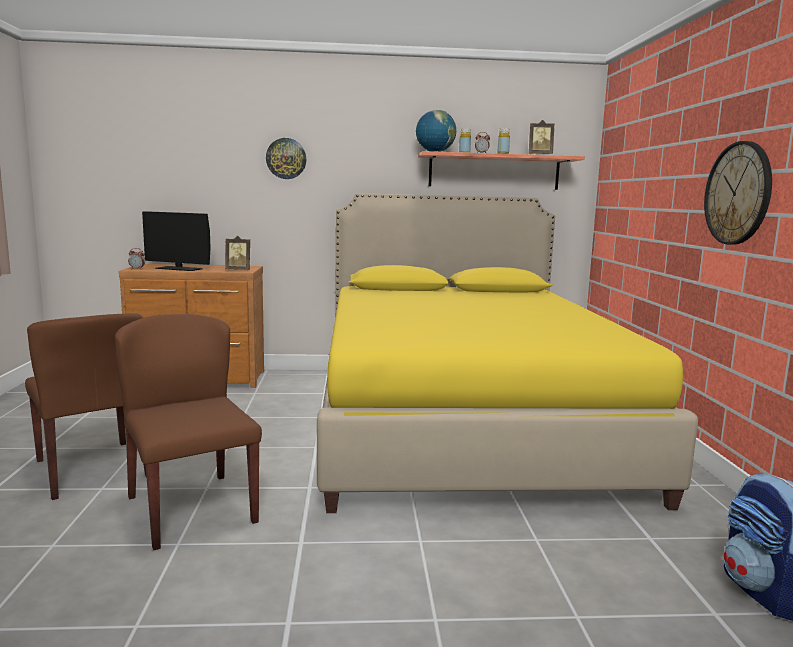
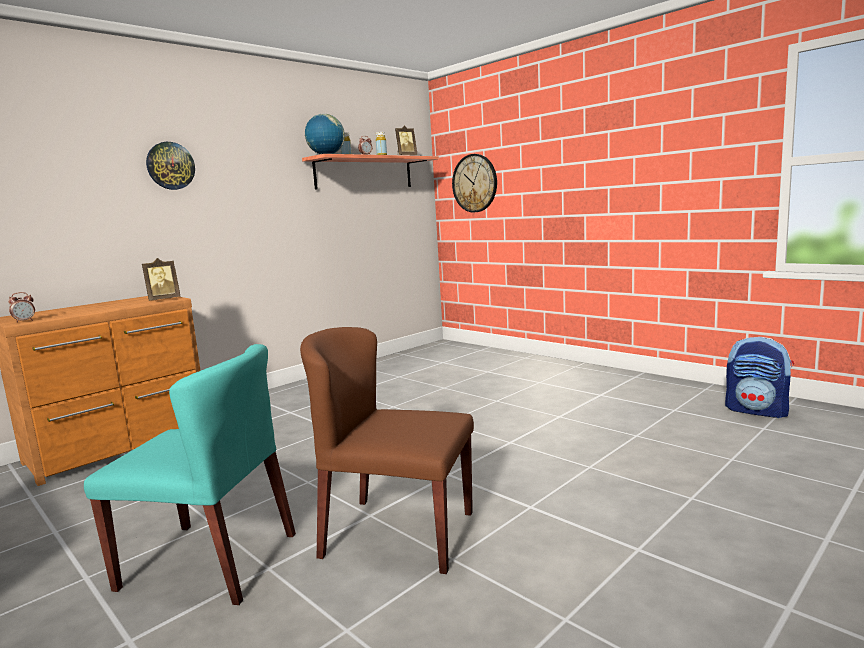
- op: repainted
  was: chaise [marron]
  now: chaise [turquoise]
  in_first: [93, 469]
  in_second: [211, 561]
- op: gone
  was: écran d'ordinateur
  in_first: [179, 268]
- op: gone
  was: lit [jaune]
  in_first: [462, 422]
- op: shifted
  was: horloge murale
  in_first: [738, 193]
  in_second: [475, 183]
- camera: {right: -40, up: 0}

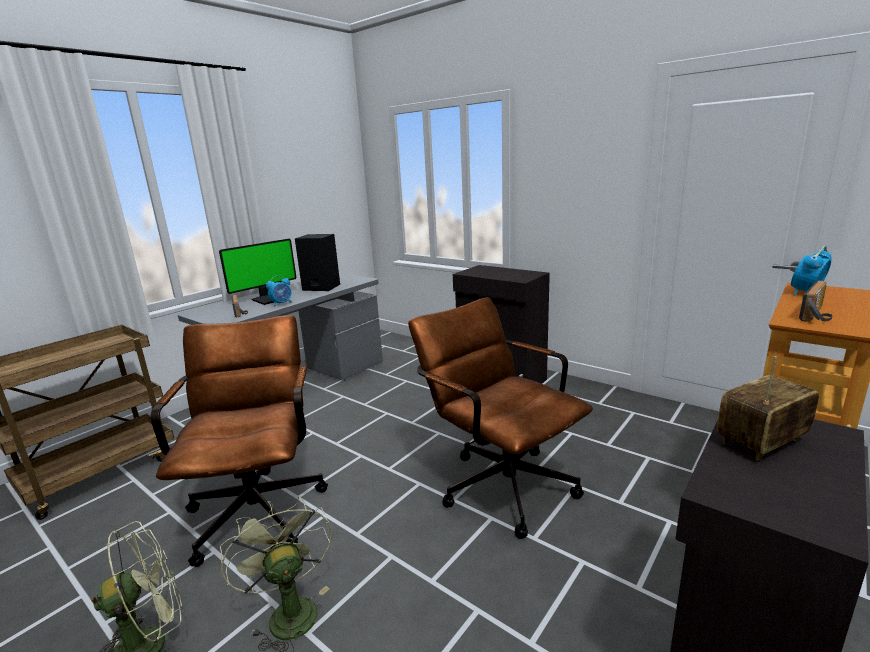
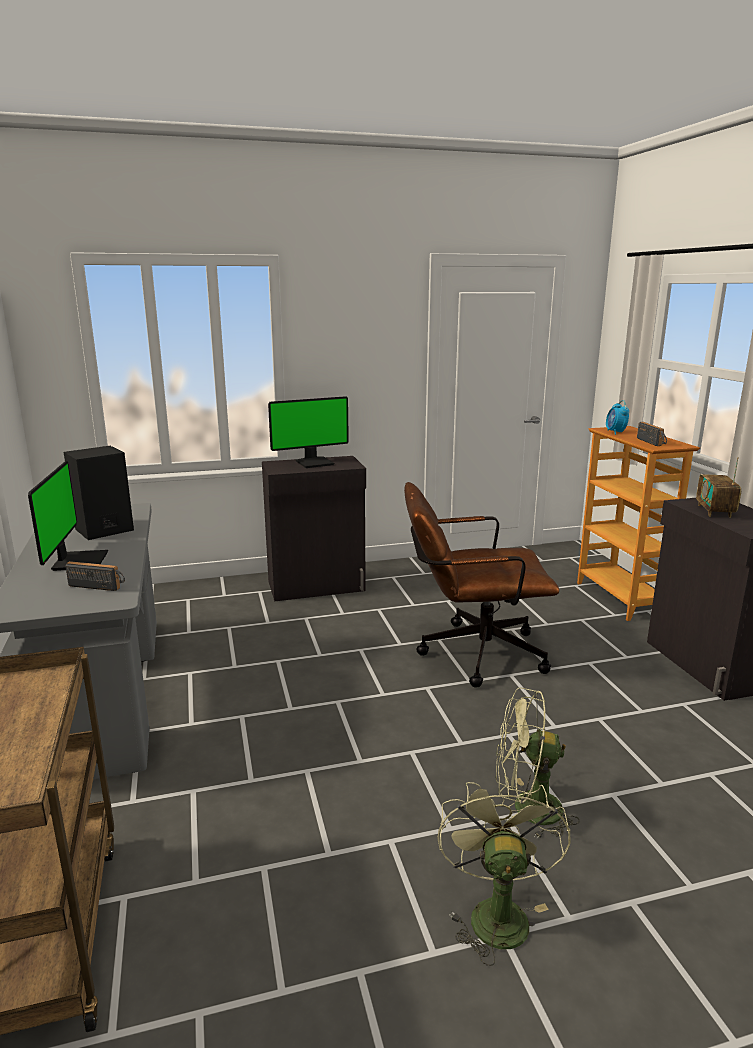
- op: gone
  was: chaise de bureau [marron]
  in_first: [259, 505]
- op: gone
  was: réveil
  in_first: [282, 304]
- op: new
  now: écran d'ordinateur
  in_second: [314, 462]
- camera: {right: -55, up: 0}

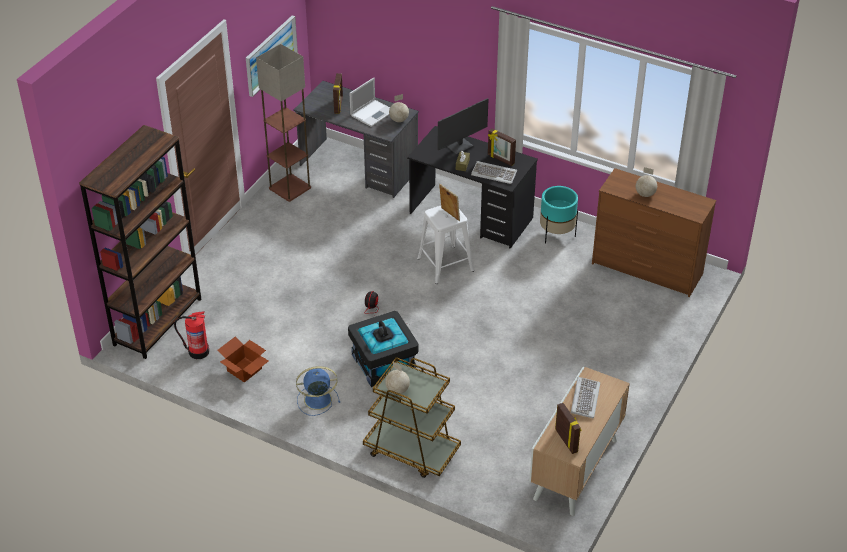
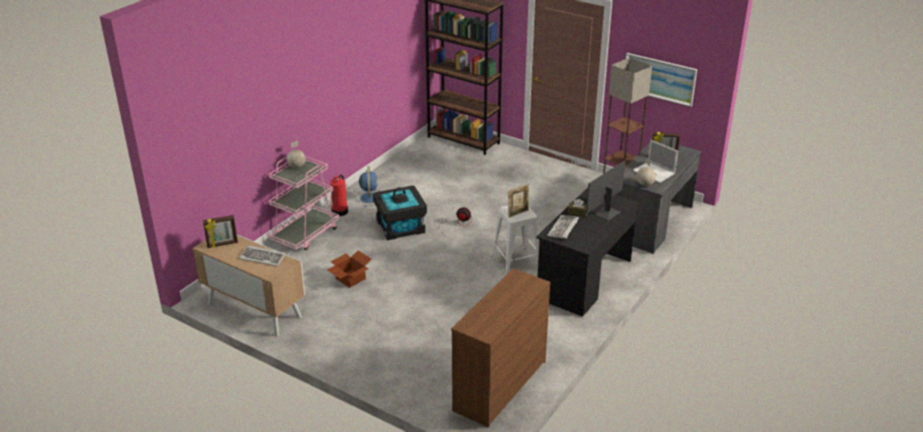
- op: shifted
  was: extincteur
  in_first: [198, 351]
  in_second: [340, 211]
- op: shifted
  was: carton
  in_first: [244, 370]
  in_second: [349, 279]
- op: repainted
  was: chariot [marron]
  now: chariot [rose]
  in_first: [411, 451]
  in_second: [305, 234]
- op: rotated
  was: écran d'ordinateur
  in_first: [460, 146]
  in_second: [606, 213]
  clockwise: 75
- op: gone
  was: cadre photo
  in_first: [500, 159]
- op: gone
  was: cache-pot [turquoise]
  in_first: [556, 234]
- op: gone
  was: globe
  in_first: [645, 194]
- camera: {right: 95, up: -10}

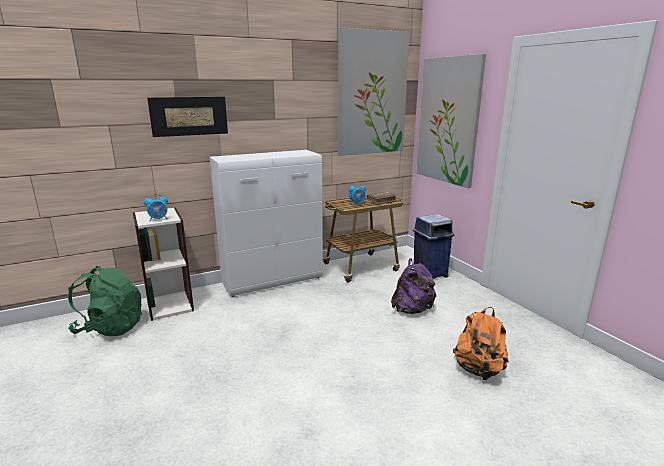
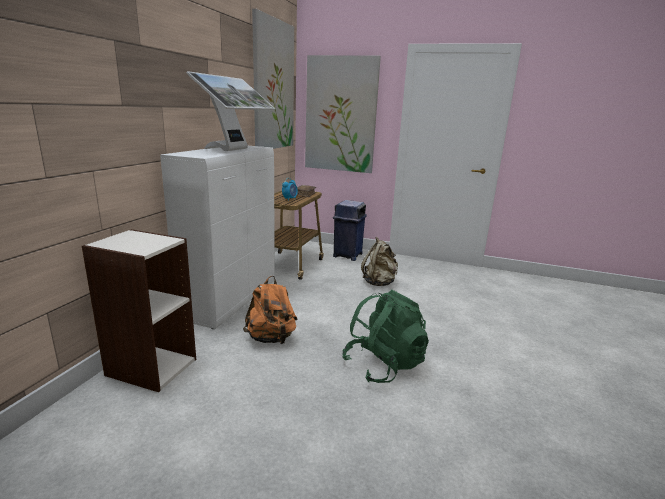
- op: shifted
  was: sac à dos [vert]
  in_first: [110, 328]
  in_second: [383, 365]
- op: gone
  was: réveil
  in_first: [158, 219]
- op: gone
  was: tableau
  in_first: [189, 116]
- op: repainted
  was: sac à dos [violet]
  now: sac à dos [beige]
  in_first: [412, 310]
  in_second: [379, 283]
- op: shifted
  was: sac à dos [orange]
  in_first: [478, 370]
  in_second: [271, 338]
- op: new
  now: écran d'ordinateur
  in_second: [235, 150]
- camera: {right: -45, up: 0}

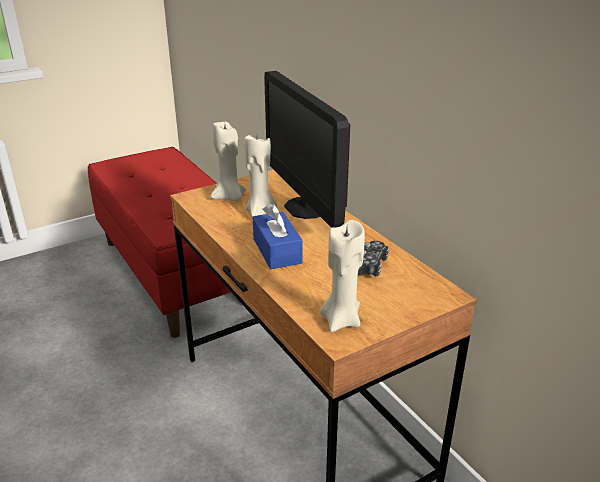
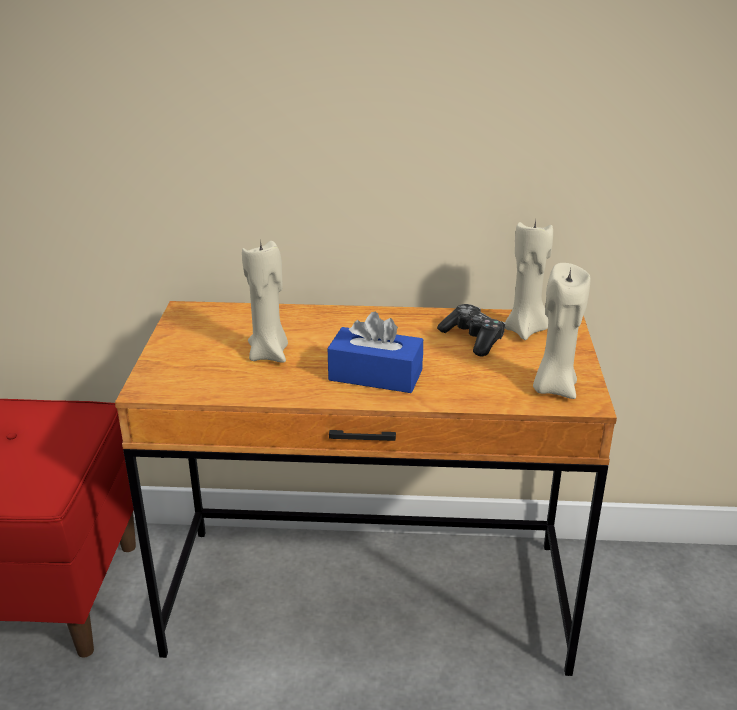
- op: shifted
  was: bougie [beige]
  in_first: [230, 197]
  in_second: [526, 330]
- op: gone
  was: écran d'ordinateur
  in_first: [306, 208]
- camera: {right: -55, up: 0}

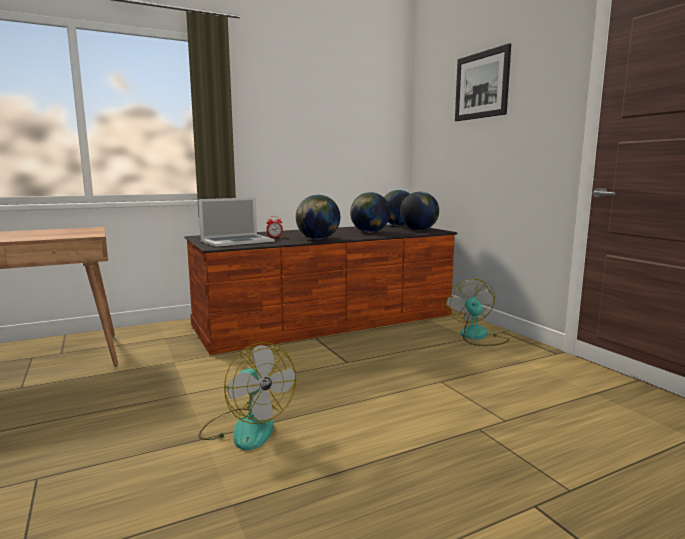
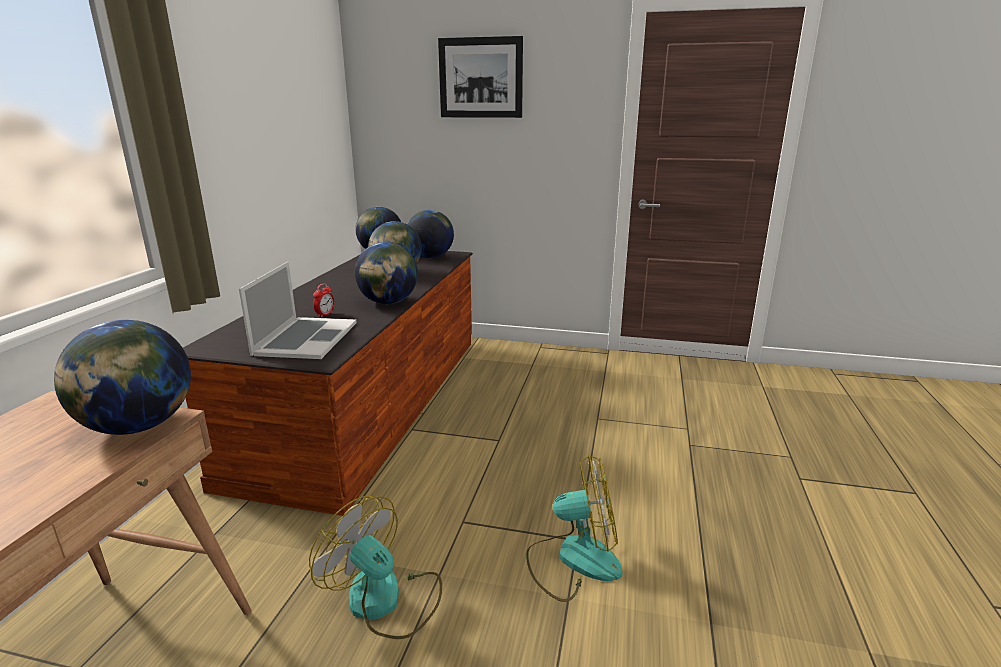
- op: shifted
  was: ventilateur
  in_first: [477, 337]
  in_second: [385, 601]
- op: new
  now: globe
  in_second: [138, 426]
- camera: {right: -50, up: 10}

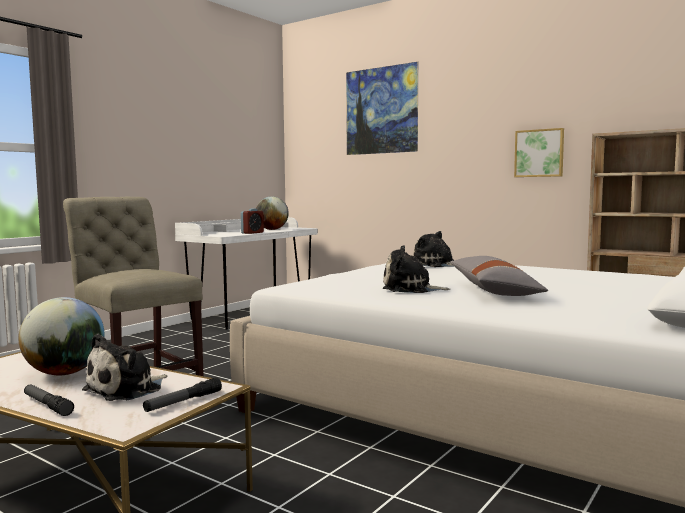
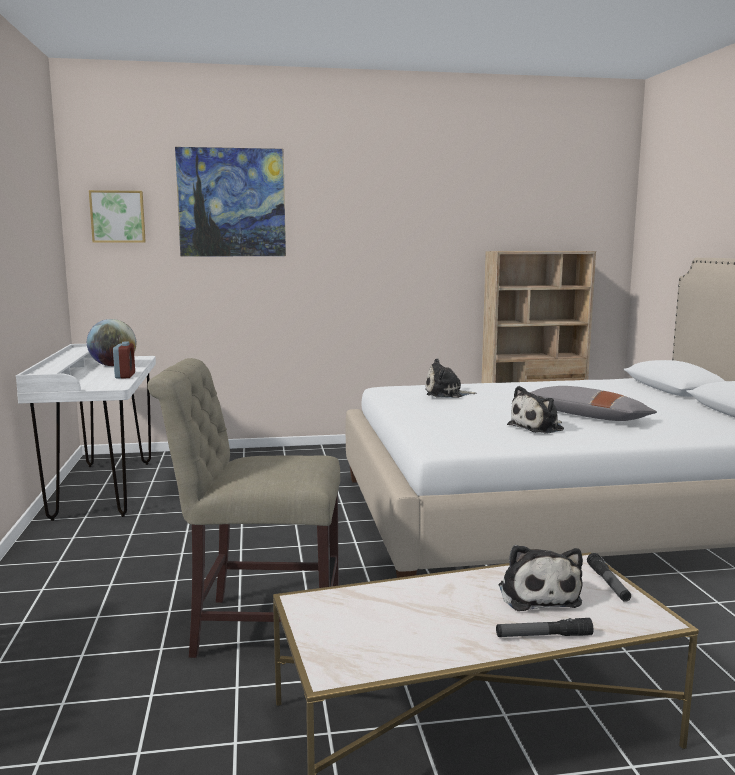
- op: gone
  was: globe
  in_first: [65, 373]
- op: shifted
  was: tableau
  in_first: [539, 153]
  in_second: [118, 216]
- camera: {right: -45, up: 5}

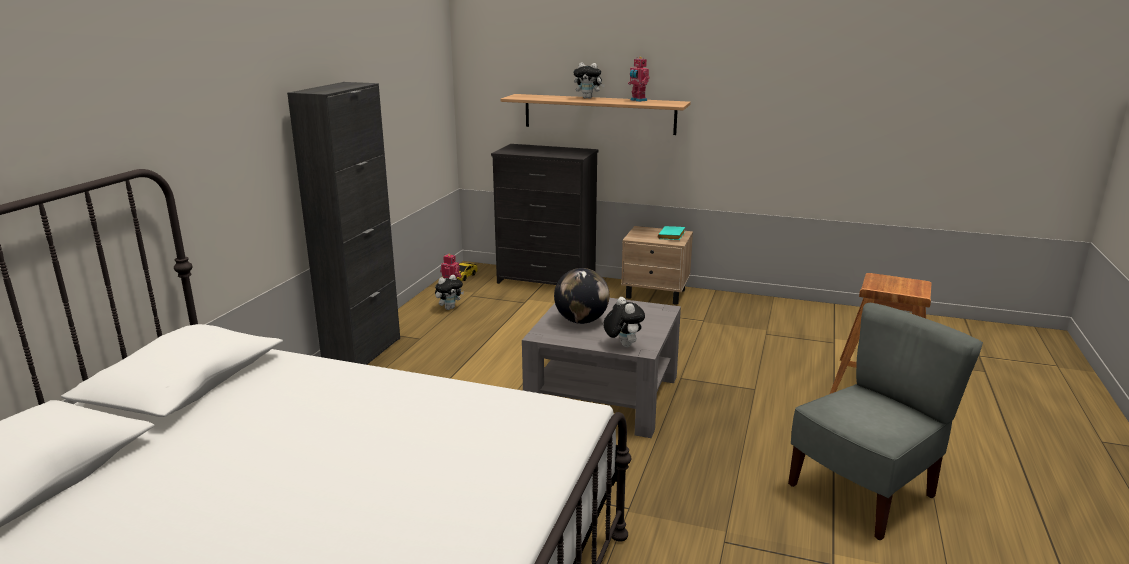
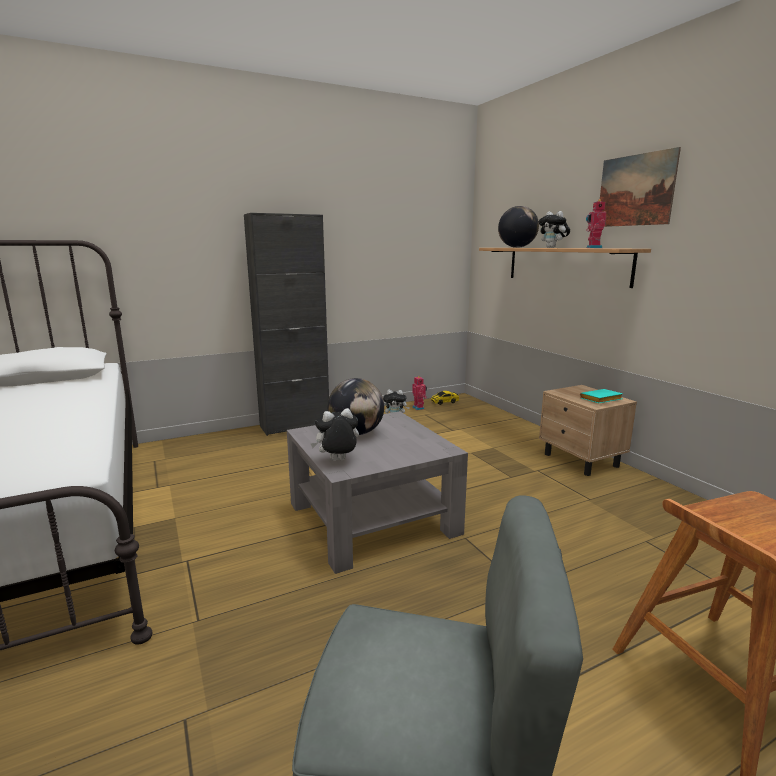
- op: gone
  was: commode [noir]
  in_first: [547, 280]
- op: rotated
  was: peluche
  in_first: [622, 345]
  in_second: [337, 461]
  clockwise: -135
- op: new
  now: globe
  in_second: [516, 247]
- op: new
  now: tableau
  in_second: [635, 190]
- camera: {right: 45, up: -5}

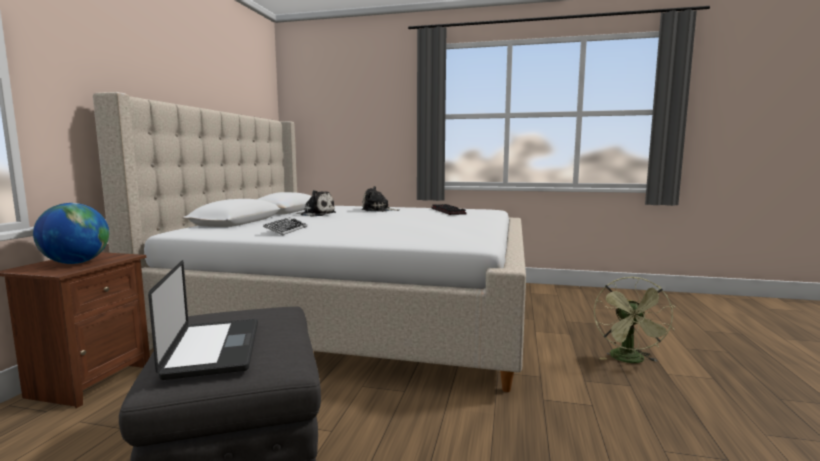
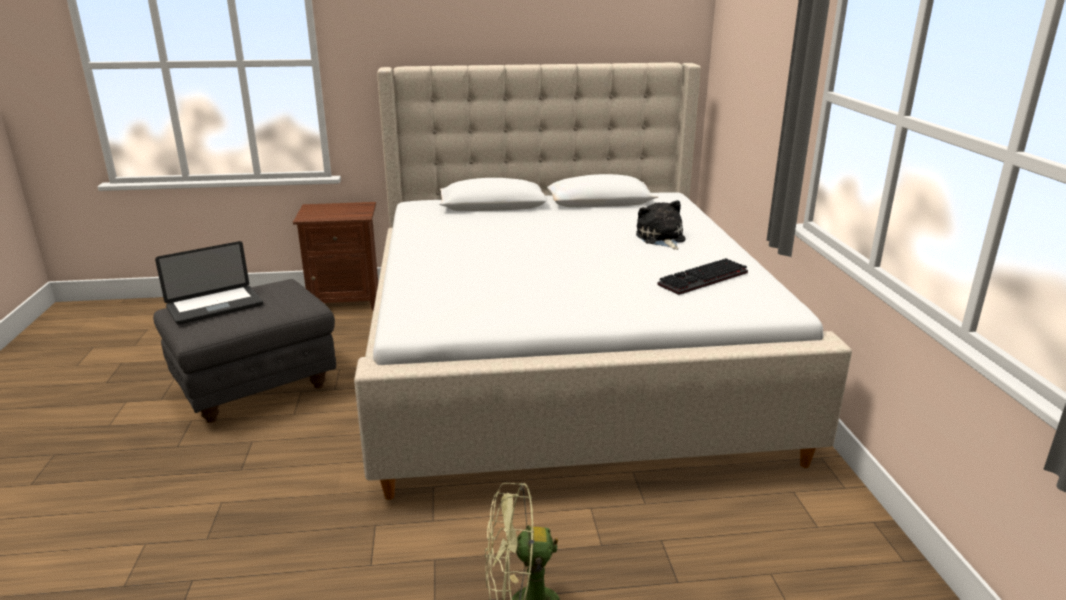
- op: gone
  was: globe
  in_first: [76, 263]
- op: gone
  was: clavier
  in_first: [286, 230]
- op: gone
  was: peluche
  in_first: [316, 214]
- camera: {right: 70, up: 15}

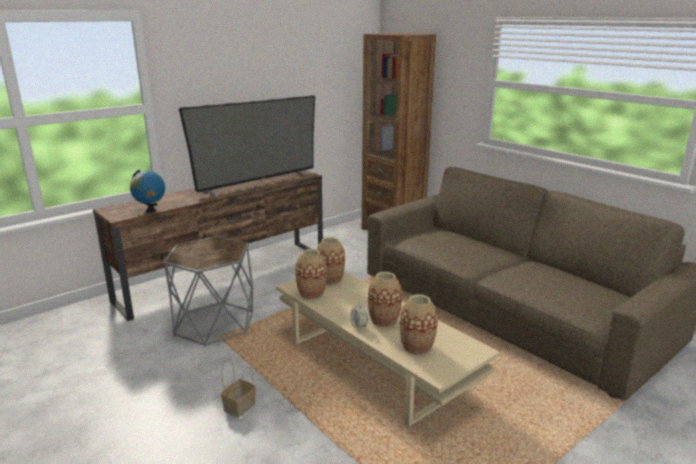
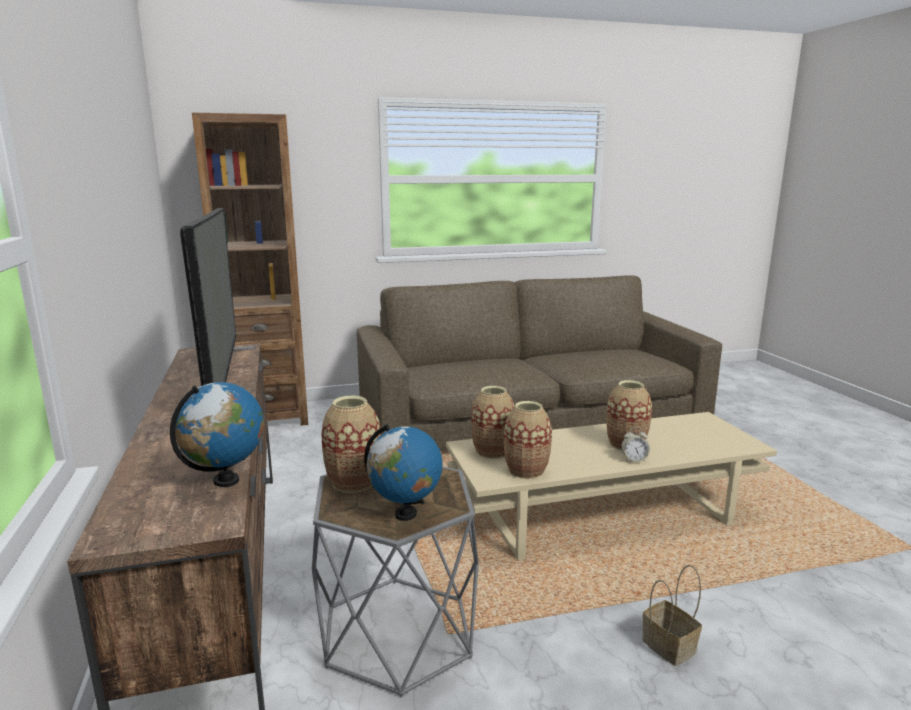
- op: shifted
  was: vase
  in_first: [417, 347]
  in_second: [353, 482]
- op: new
  now: globe
  in_second: [405, 514]
- camera: {right: -65, up: -5}

